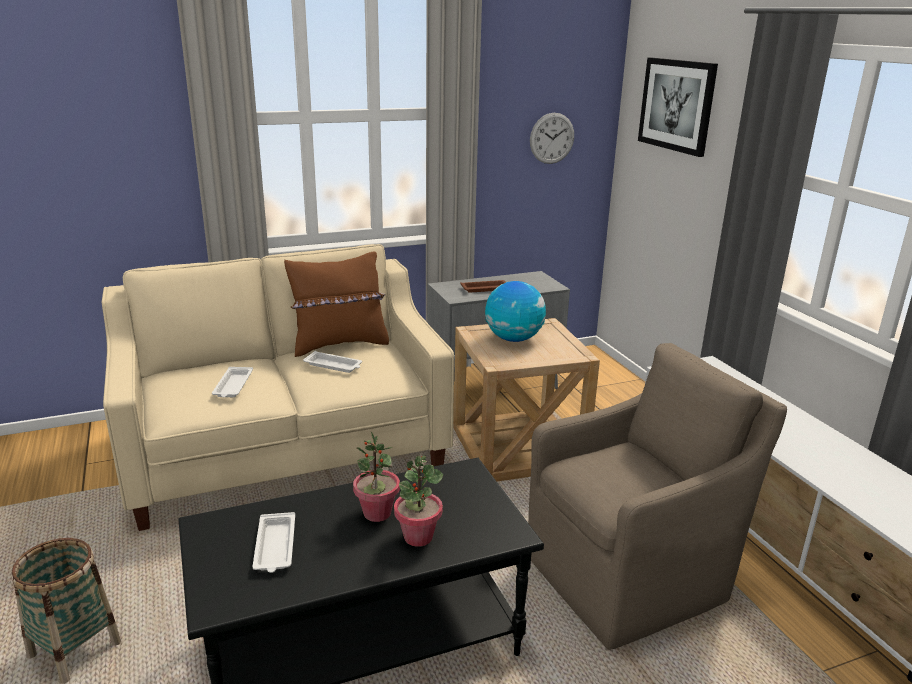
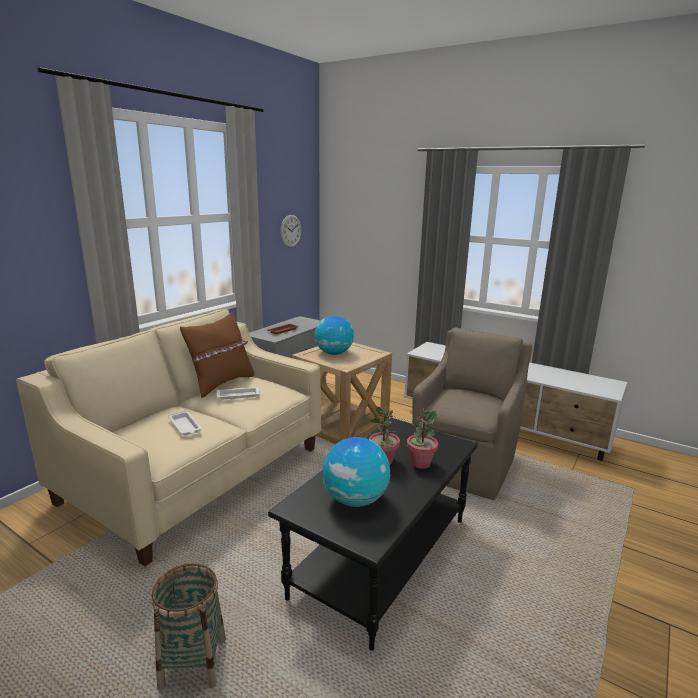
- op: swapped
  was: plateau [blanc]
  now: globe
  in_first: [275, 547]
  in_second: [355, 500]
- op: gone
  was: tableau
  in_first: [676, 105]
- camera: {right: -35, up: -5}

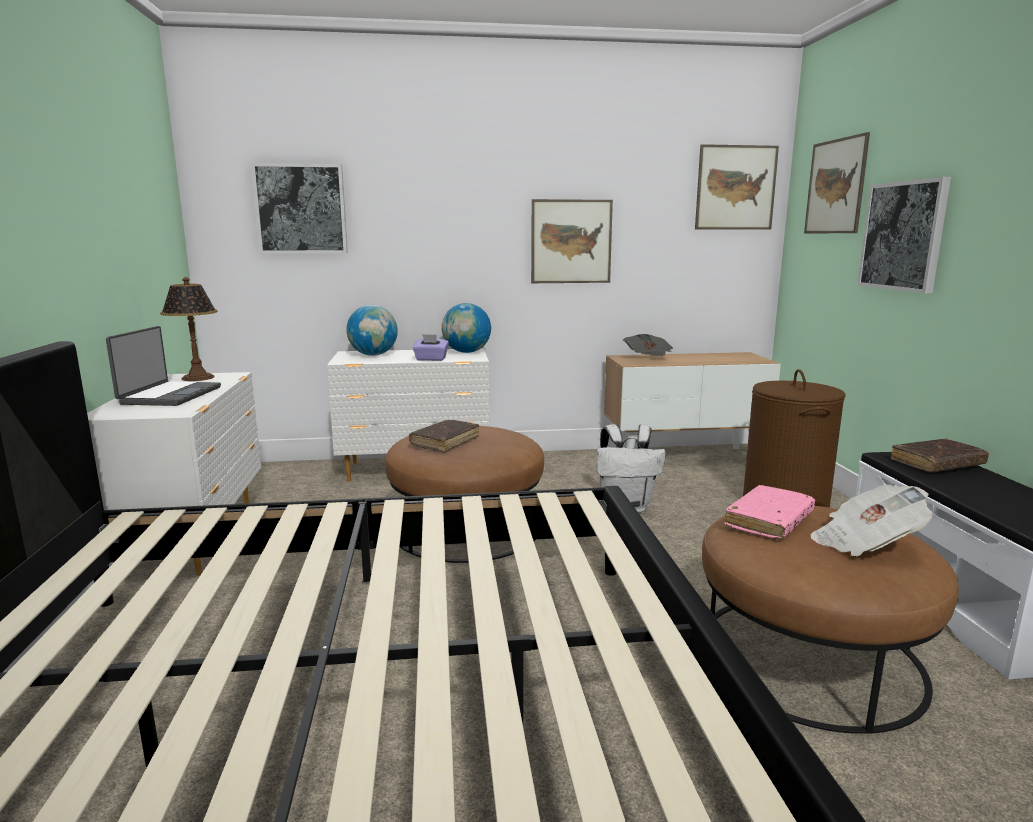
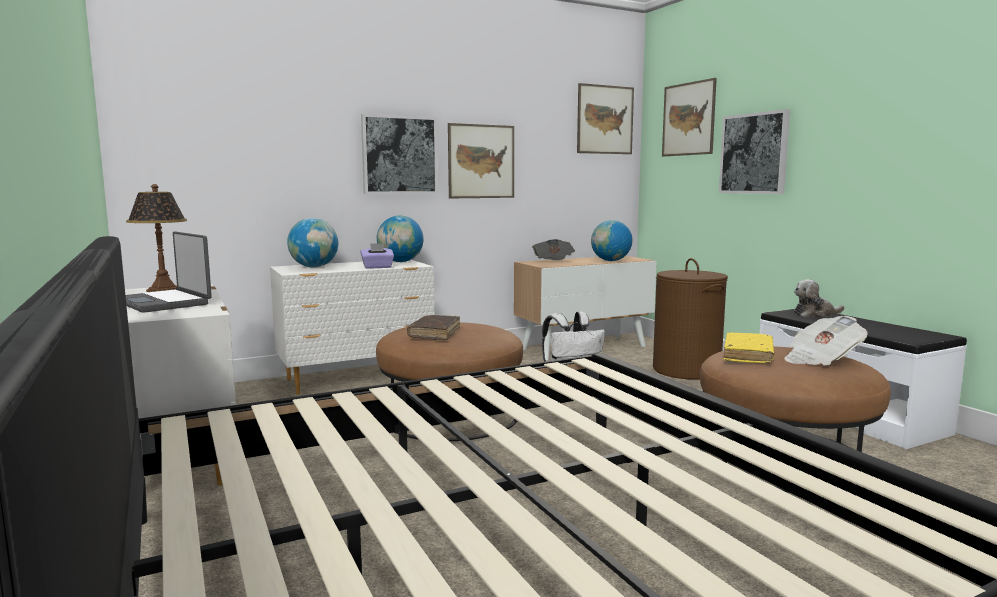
- op: rotated
  was: ordinateur portable
  in_first: [169, 395]
  in_second: [165, 302]
  clockwise: 150
- op: shifted
  was: tableau
  in_first: [301, 209]
  in_second: [399, 155]
- op: repainted
  was: livre [rose]
  now: livre [jaune]
  in_first: [769, 521]
  in_second: [748, 355]
- op: swapped
  was: livre [marron]
  now: peluche
  in_first: [937, 464]
  in_second: [815, 314]
- op: new
  now: globe
  in_second: [611, 261]
- camera: {right: -20, up: -5}

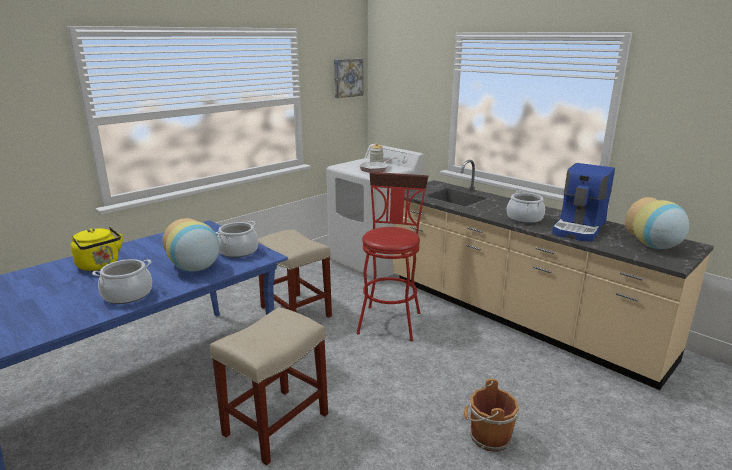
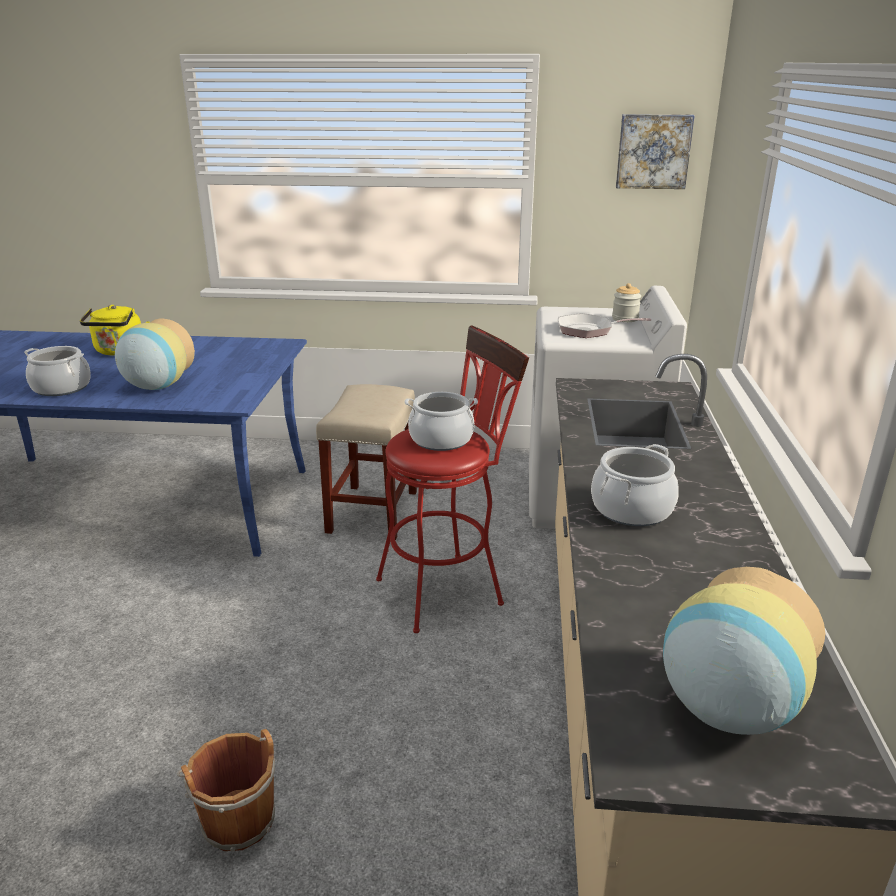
- op: gone
  was: tabouret [beige]
  in_first: [275, 425]
- op: shifted
  was: marmite
  in_first: [238, 251]
  in_second: [441, 439]
- op: gone
  was: machine à café
  in_first: [580, 228]
- camera: {right: 50, up: 5}

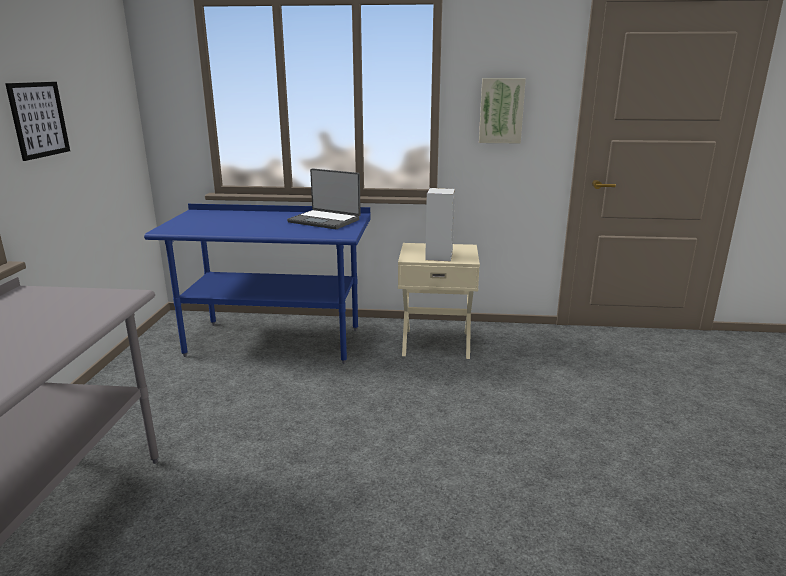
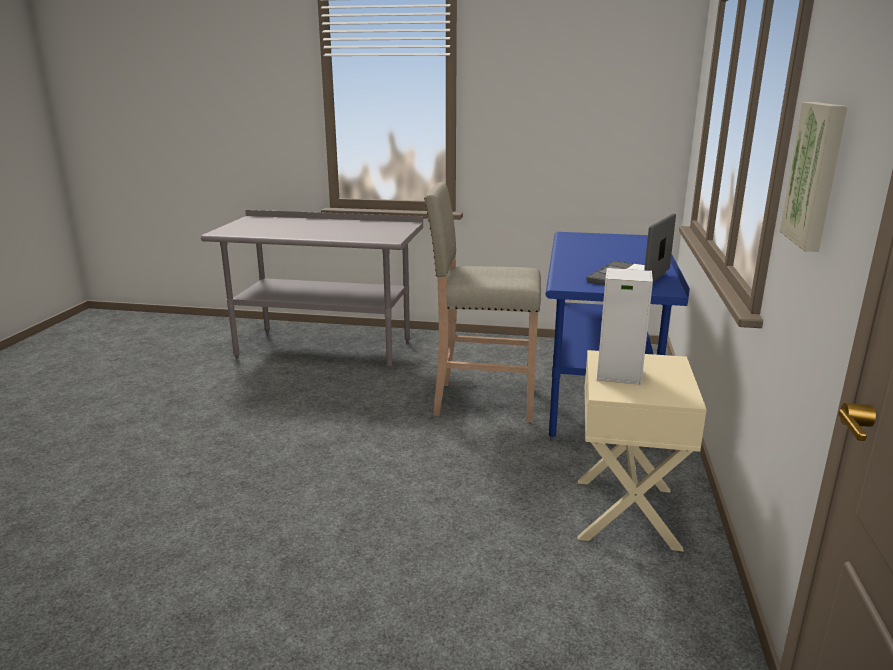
- op: gone
  was: tableau
  in_first: [39, 119]
- op: new
  now: tabouret [beige]
  in_second: [482, 401]
- camera: {right: 95, up: 0}

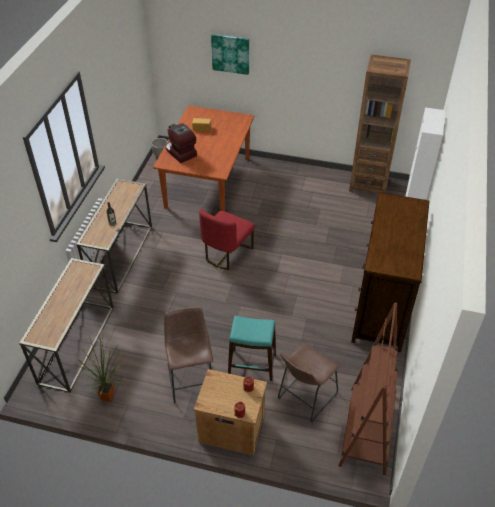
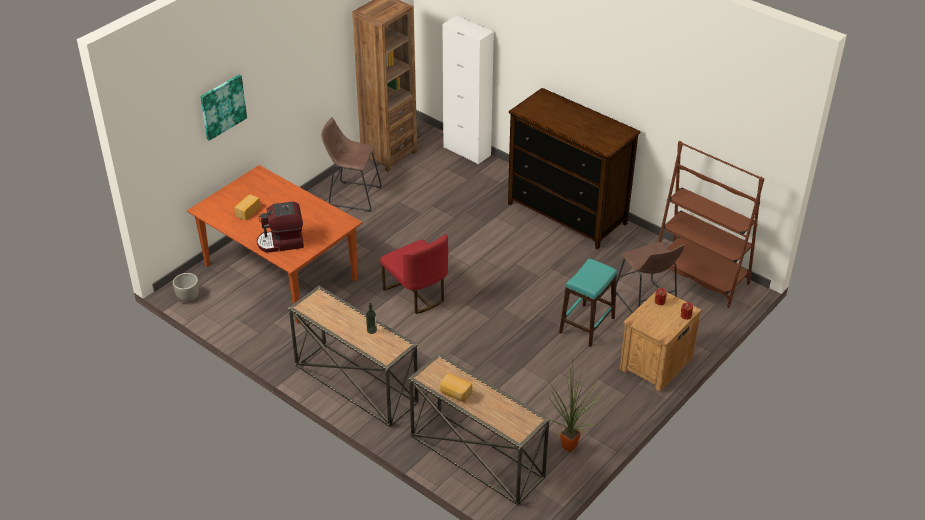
- op: shifted
  was: tabouret [marron]
  in_first: [191, 378]
  in_second: [352, 196]
- op: new
  now: pain
  in_second: [455, 393]
- camera: {right: -65, up: -5}

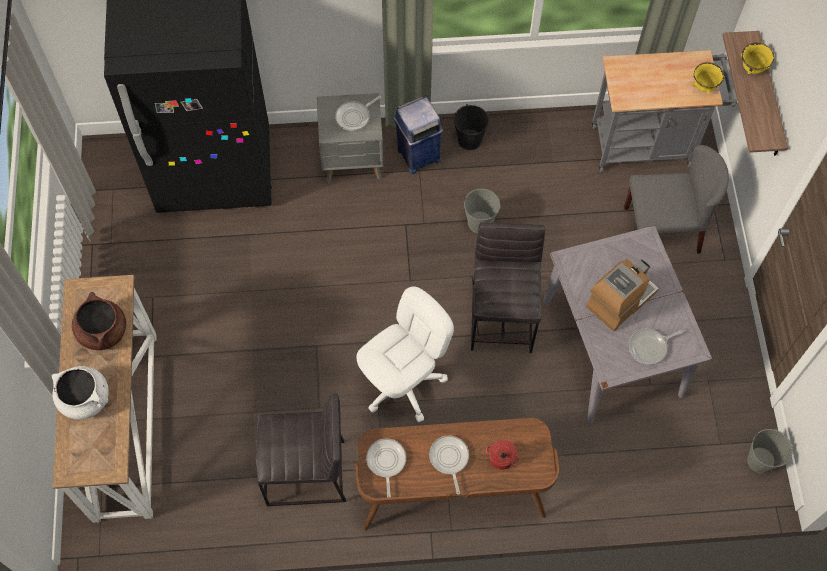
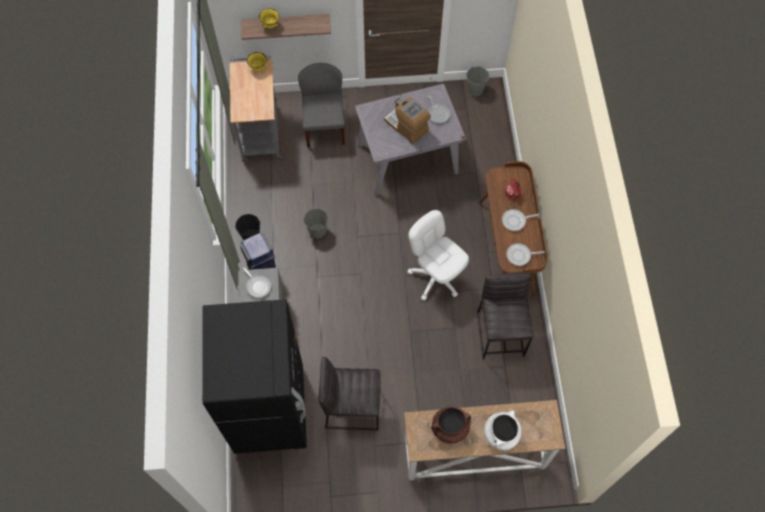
- op: shifted
  was: tabouret [gris]
  in_first: [502, 317]
  in_second: [352, 407]
- camera: {right: -90, up: 0}

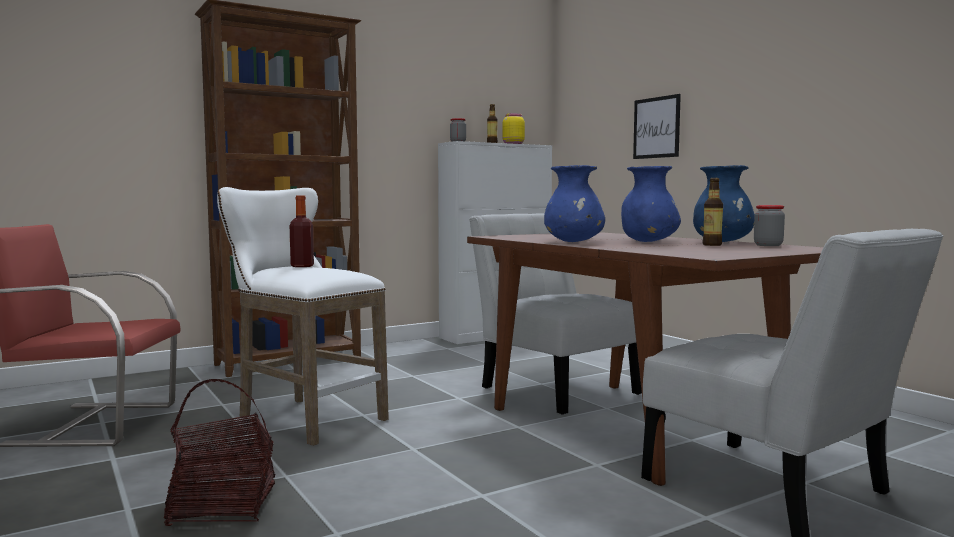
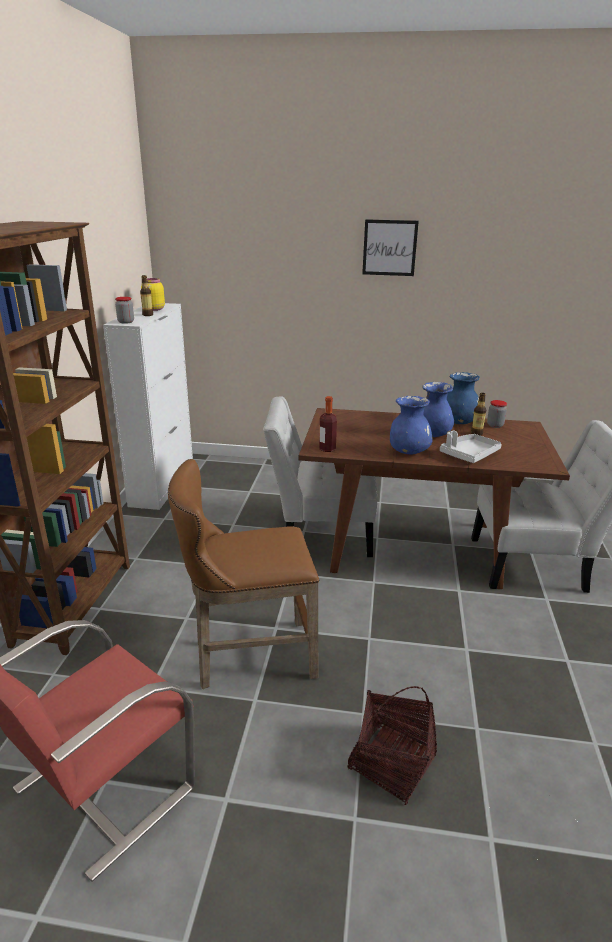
- op: repainted
  was: tabouret [blanc]
  now: tabouret [marron]
  in_first: [304, 417]
  in_second: [248, 657]
- op: shifted
  was: bouteille
  in_first: [302, 266]
  in_second: [327, 449]
- op: shifted
  was: tableau
  in_first: [656, 127]
  in_second: [389, 248]
- op: new
  now: plateau [gris]
  in_second: [469, 454]
- camera: {right: -50, up: 20}

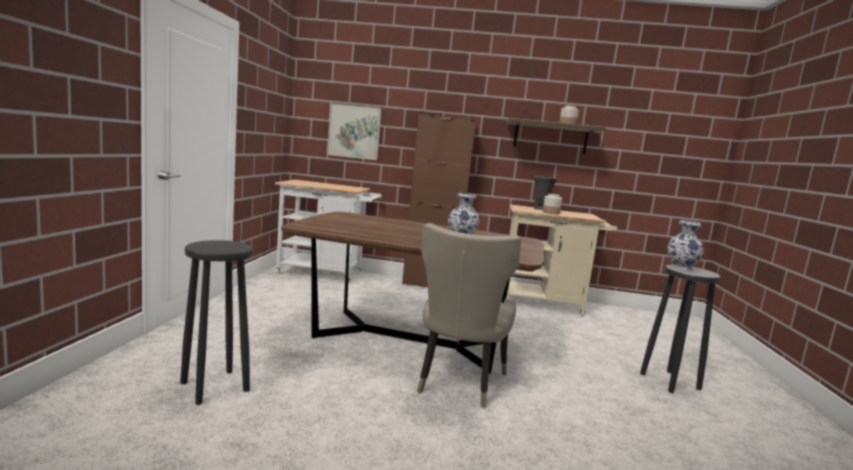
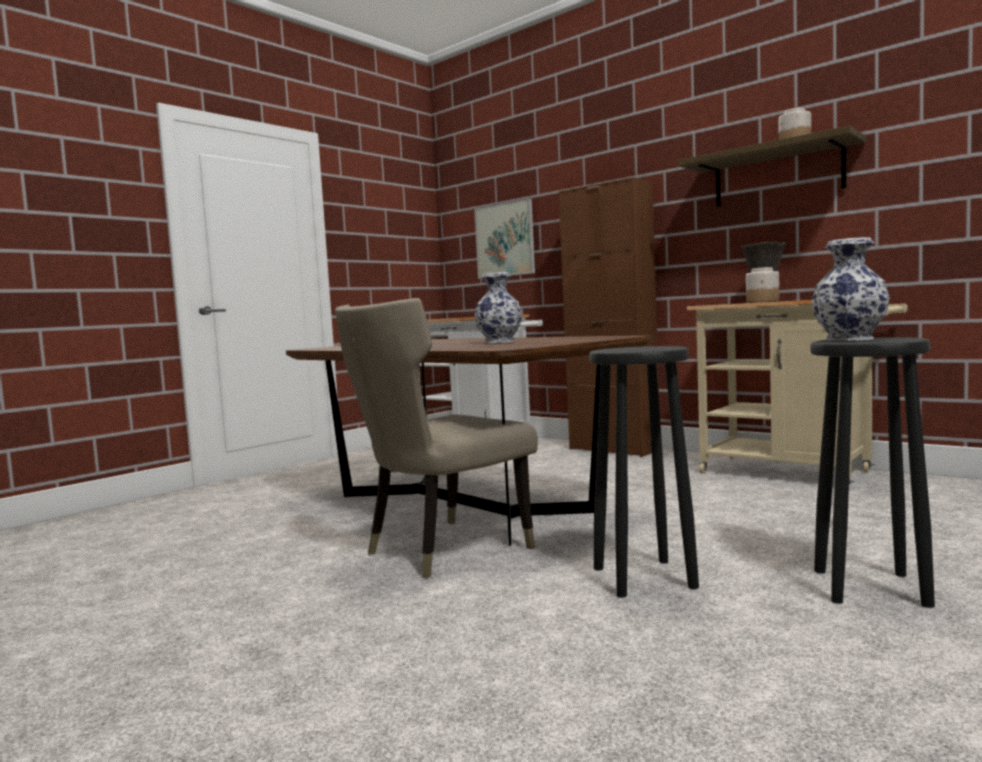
- op: shifted
  was: tabouret [noir]
  in_first: [216, 386]
  in_second: [645, 577]
- camera: {right: 35, up: -5}

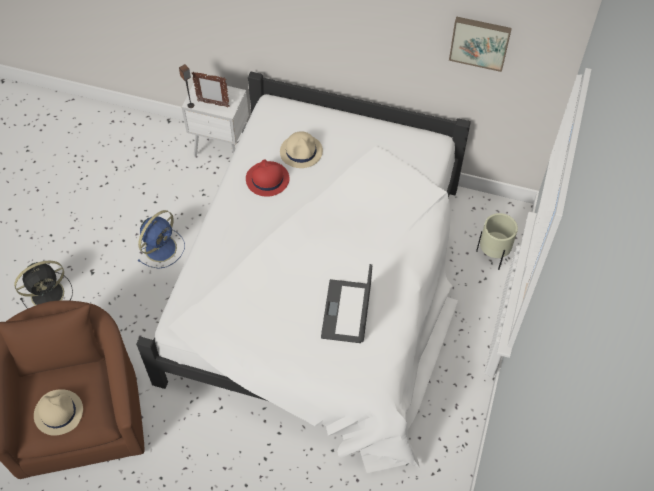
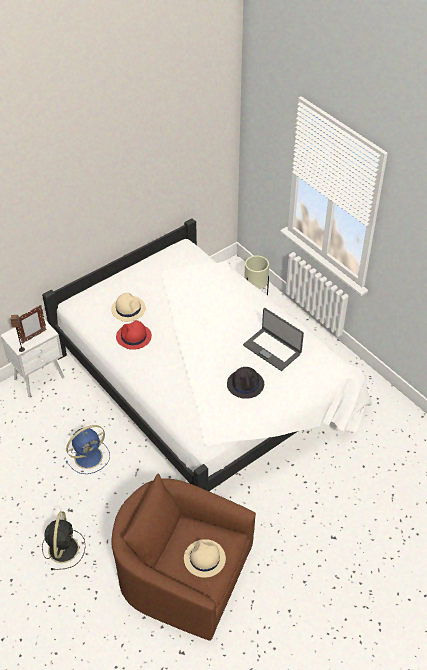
- op: rotated
  was: ventilateur [bleu]
  in_first: [161, 247]
  in_second: [89, 456]
  clockwise: 75
- op: gone
  was: tableau
  in_first: [480, 42]
- op: new
  now: chapeau [noir]
  in_second: [245, 384]
- camera: {right: -55, up: -10}

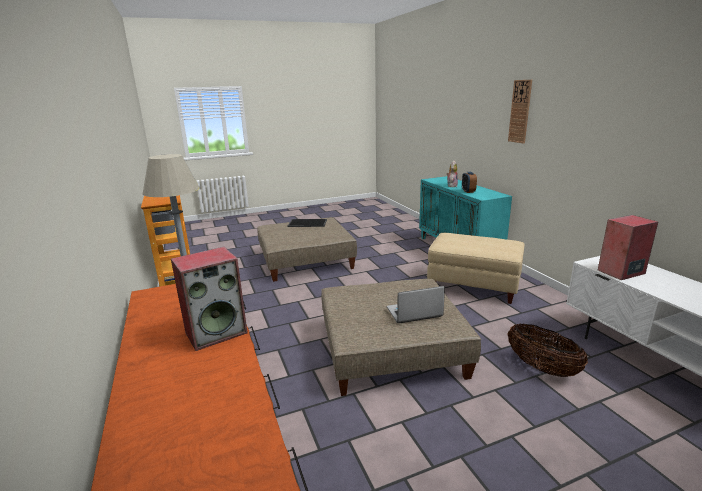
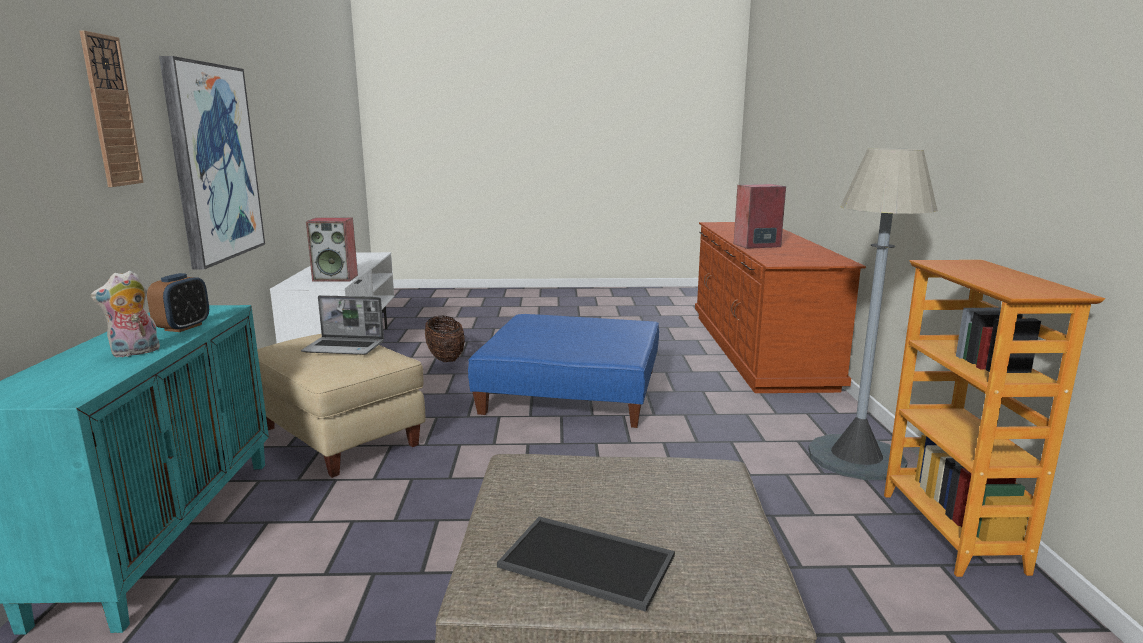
- op: repainted
  was: pouf [beige]
  now: pouf [bleu]
  in_first: [391, 349]
  in_second: [571, 391]
- op: shifted
  was: ordinateur portable
  in_first: [413, 313]
  in_second: [345, 347]
- op: new
  now: tableau
  in_second: [213, 163]
- camera: {right: -160, up: -5}

